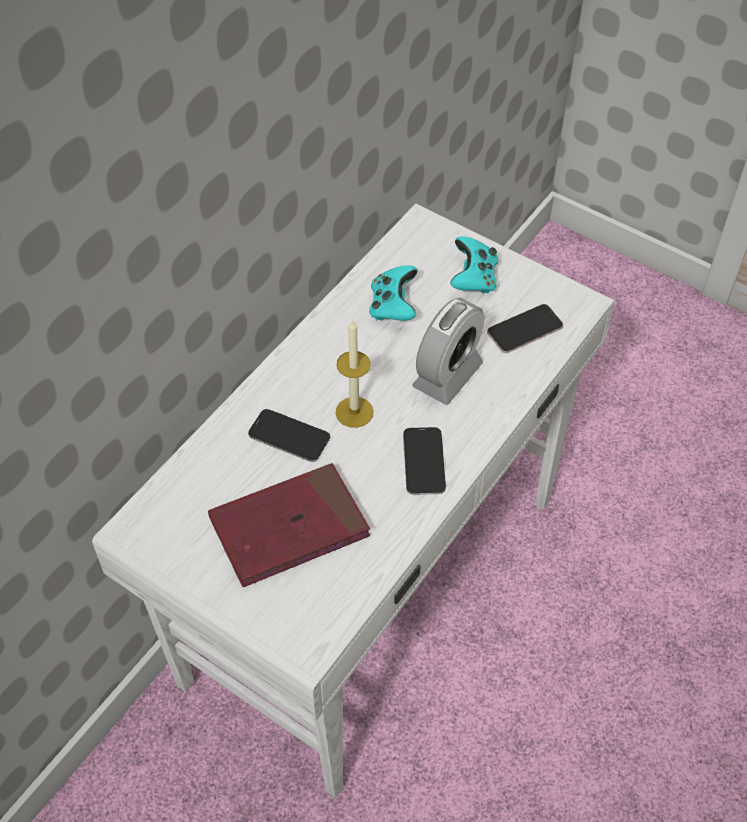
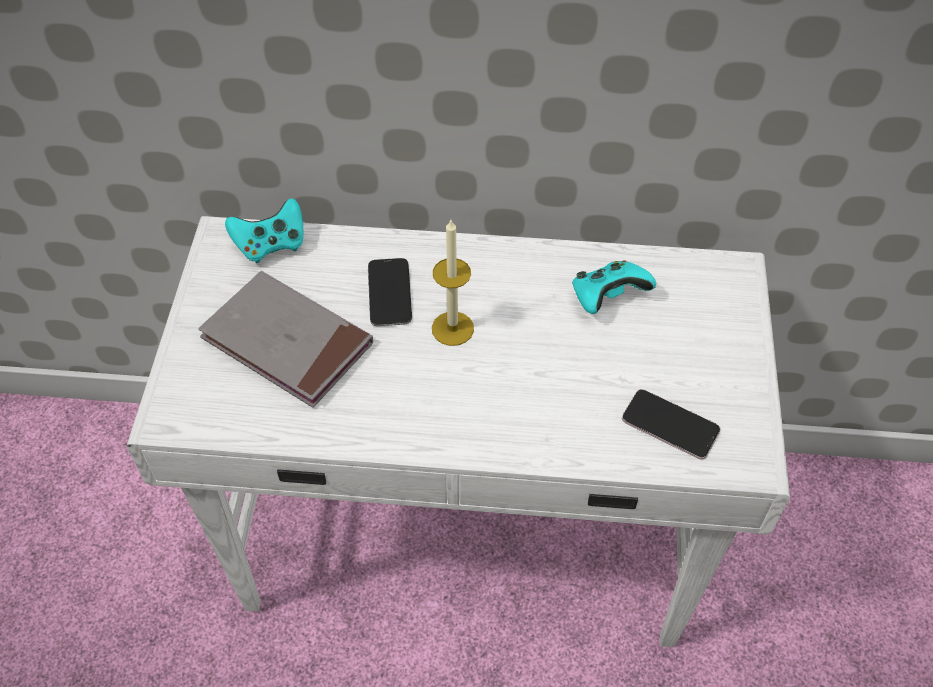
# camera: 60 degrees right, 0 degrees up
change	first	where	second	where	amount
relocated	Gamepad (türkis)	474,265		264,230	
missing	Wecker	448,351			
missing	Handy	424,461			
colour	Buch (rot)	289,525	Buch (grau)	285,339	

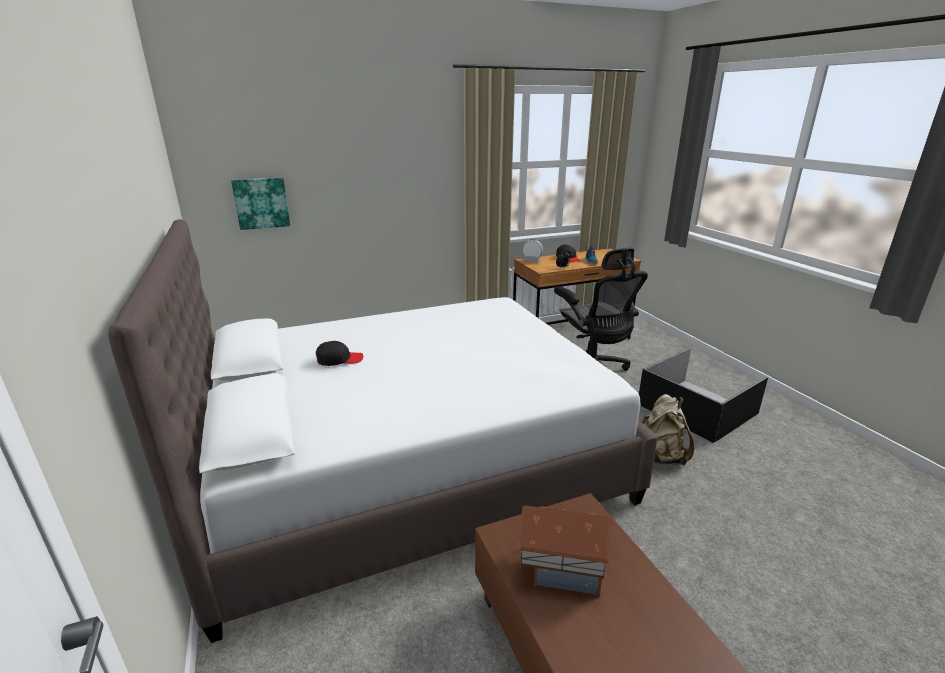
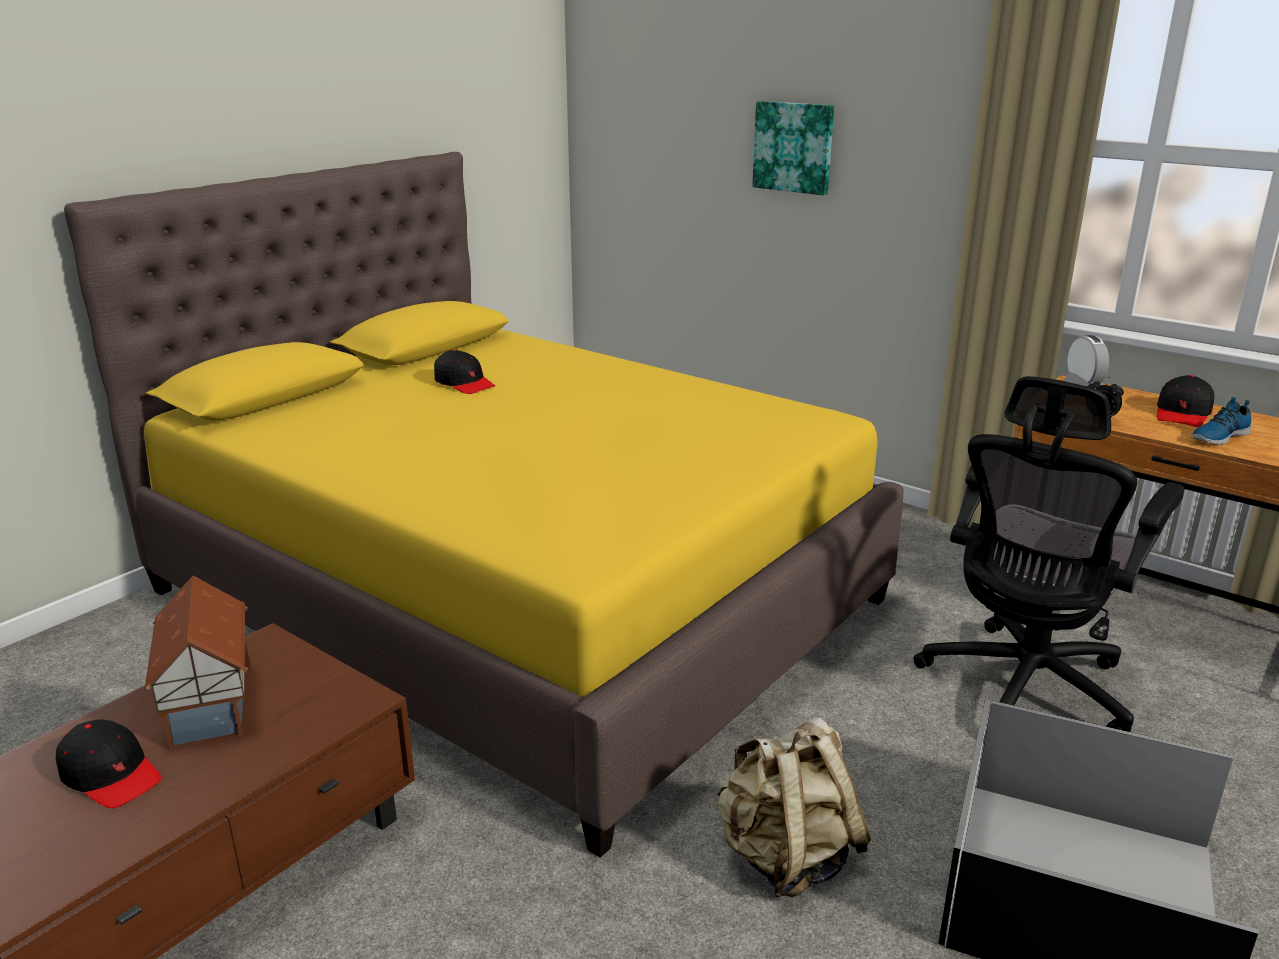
# camera: 60 degrees right, 0 degrees up
change	first	where	second	where	amount
relocated	Bild	260,204		793,148	
colour	Bett (weiß)	383,431	Bett (gelb)	484,505	
appeared			Kappe (schwarz)	109,763	

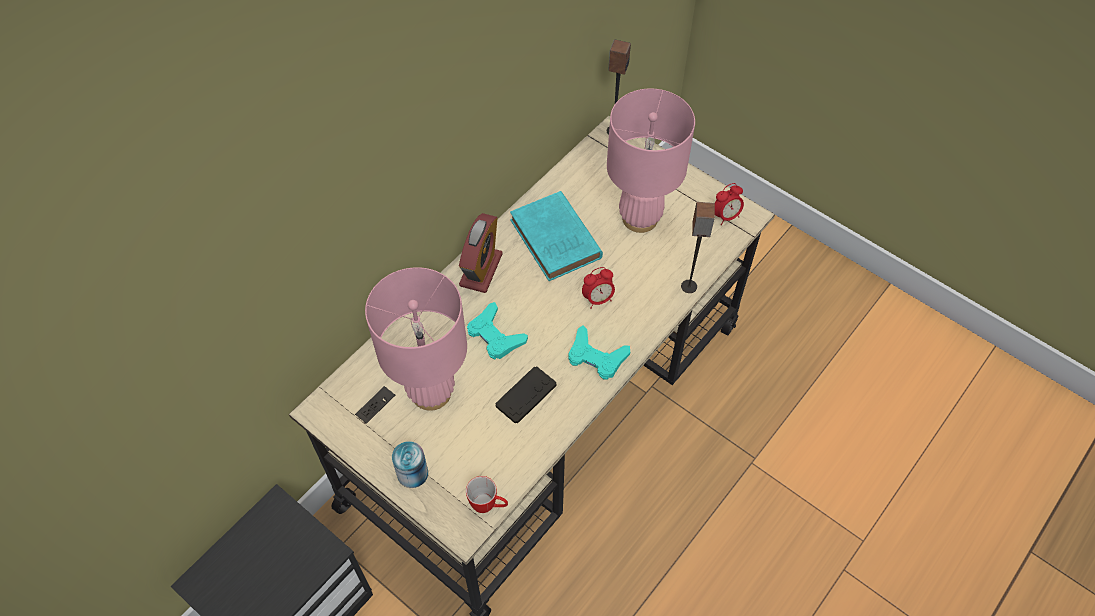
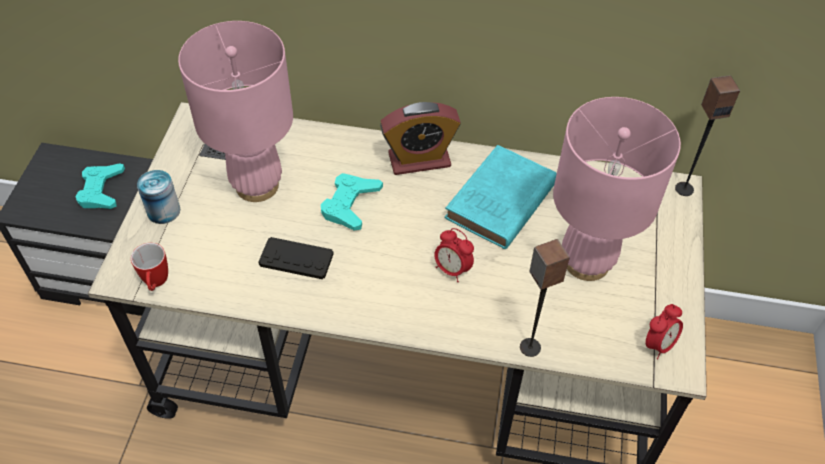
# camera: 60 degrees right, 5 degrees down
change	first	where	second	where	amount
spun	Wecker	729,204		664,331	75 degrees counterclockwise
relocated	Gamepad (türkis)	599,352		100,186	

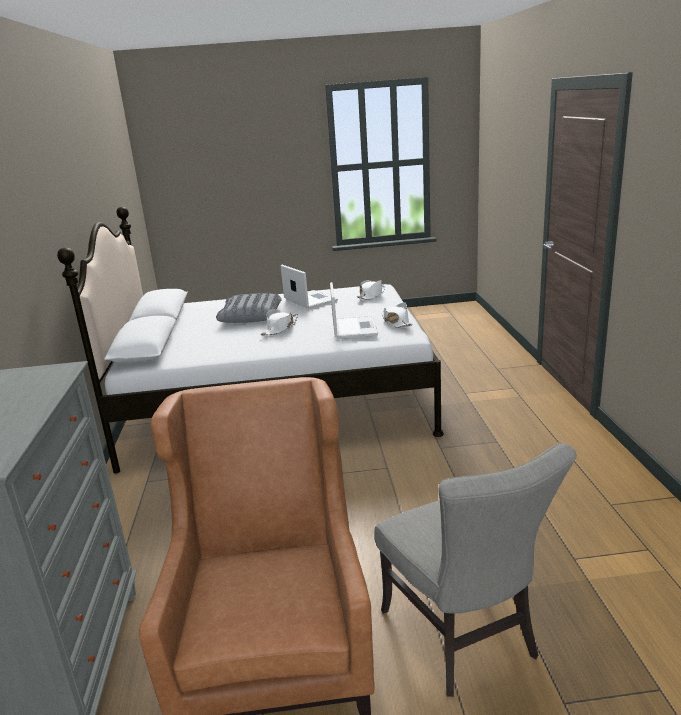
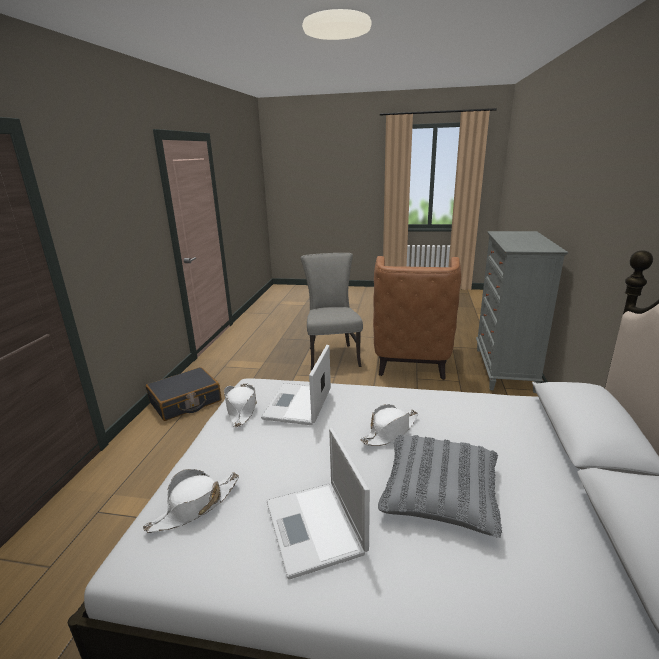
# camera: 165 degrees left, 0 degrees up
change	first	where	second	where	amount
appeared			Koffer (schwarz)	183,394	

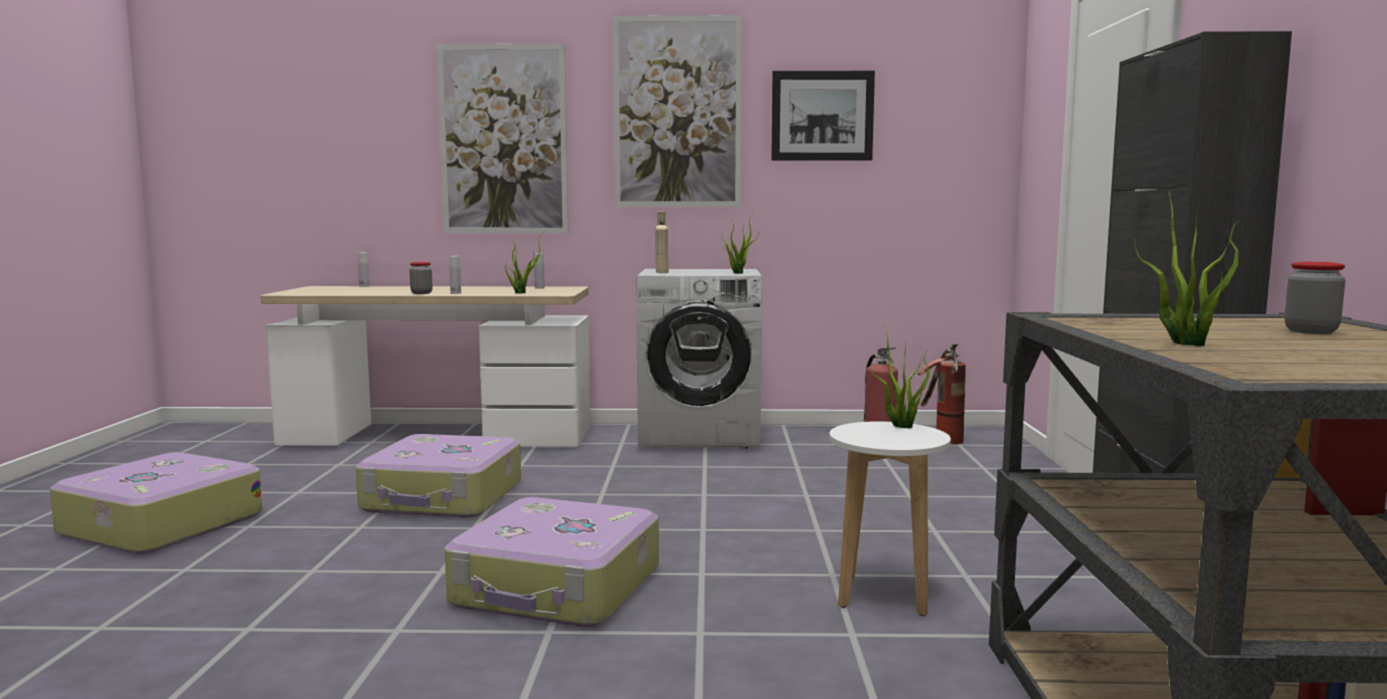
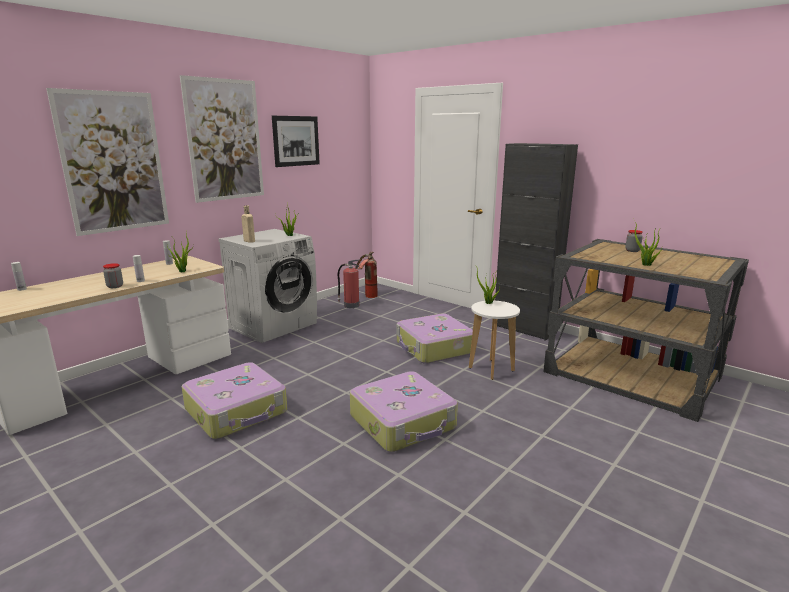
# camera: 50 degrees left, 10 degrees up
change	first	where	second	where	amount
relocated	Koffer	156,503		434,338	

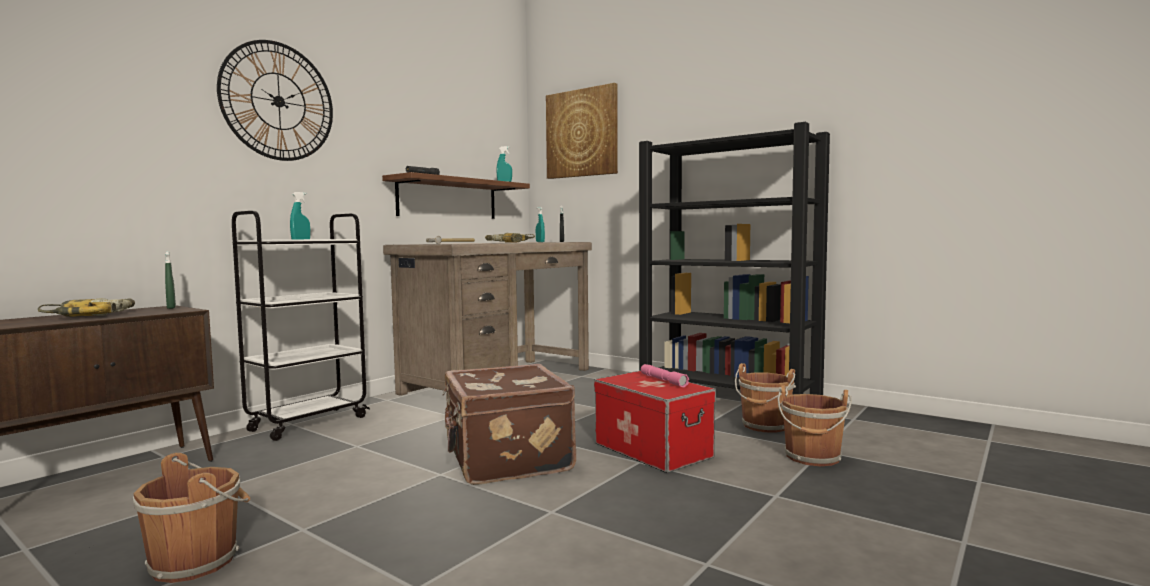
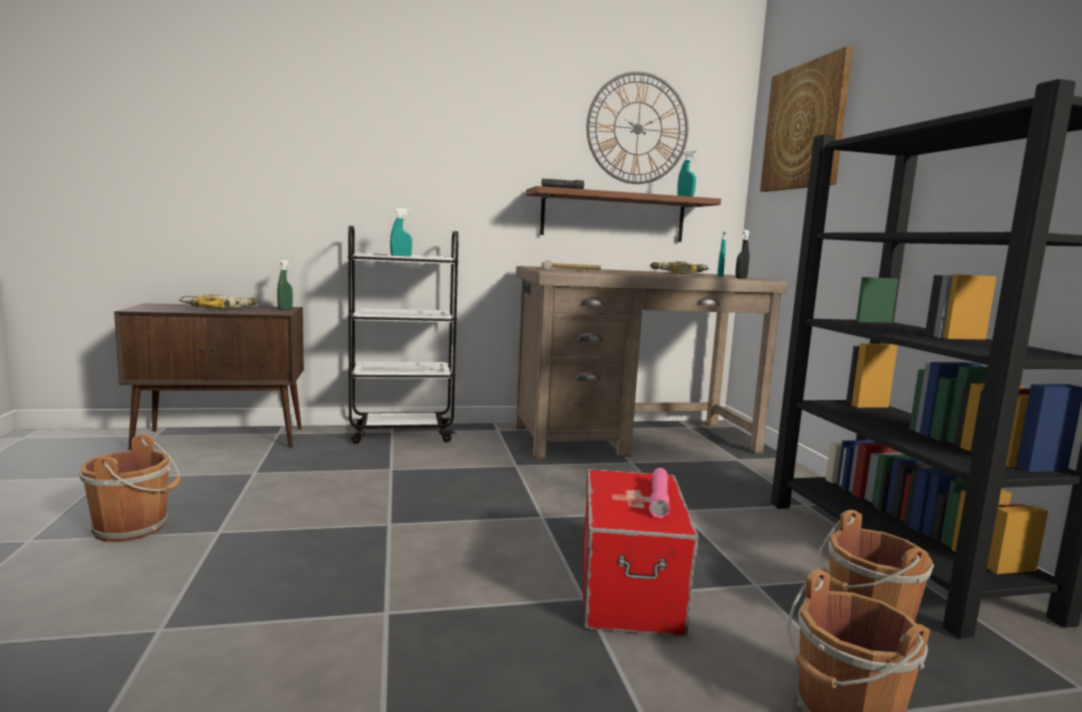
# camera: 40 degrees right, 5 degrees up
change	first	where	second	where	amount
relocated	Wanduhr	275,100		637,127	
missing	Koffer (braun)	509,424			

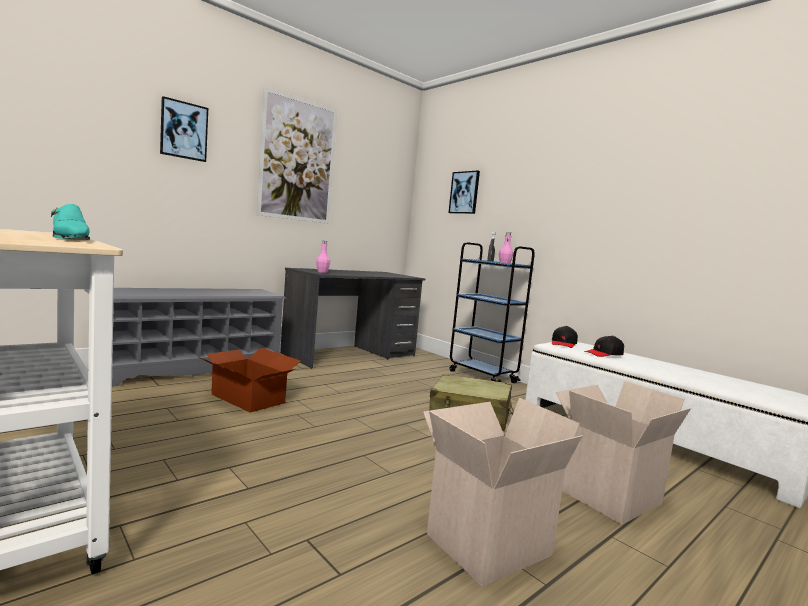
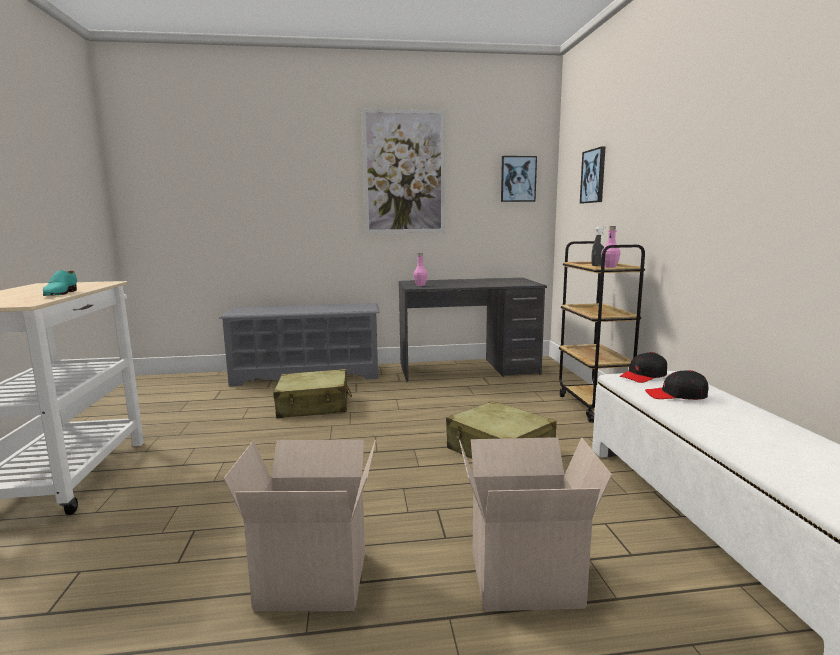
# camera: 35 degrees right, 5 degrees up
change	first	where	second	where	amount
relocated	Bild	184,129		519,179	
colour	Rollwagen (blau)	492,312	Rollwagen (braun)	602,331	
exchanged	Karton	249,380	Koffer (beige)	312,393	

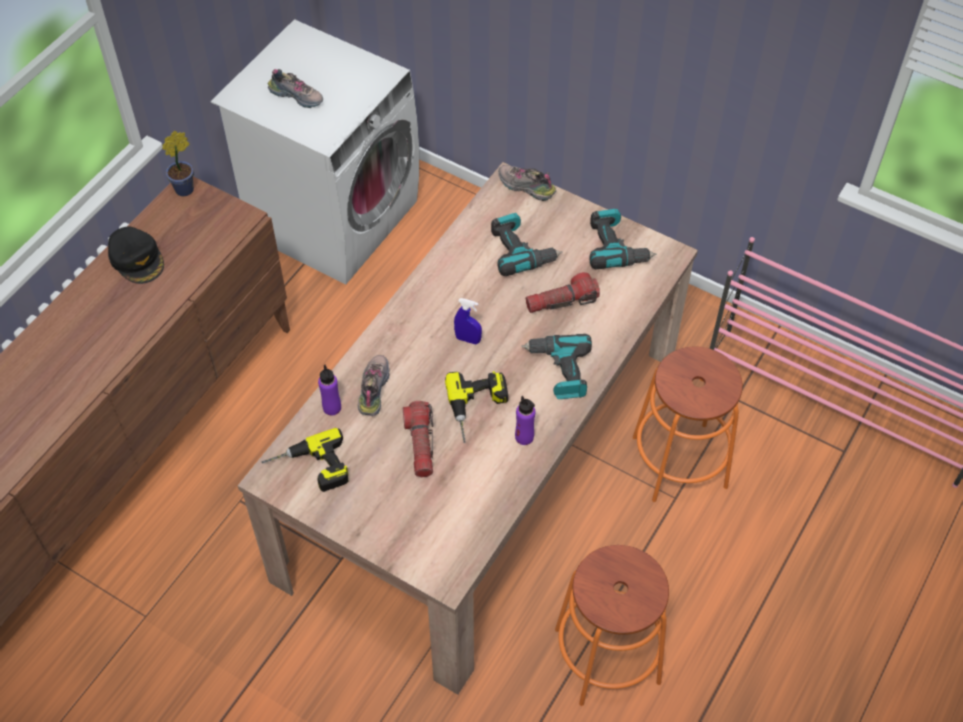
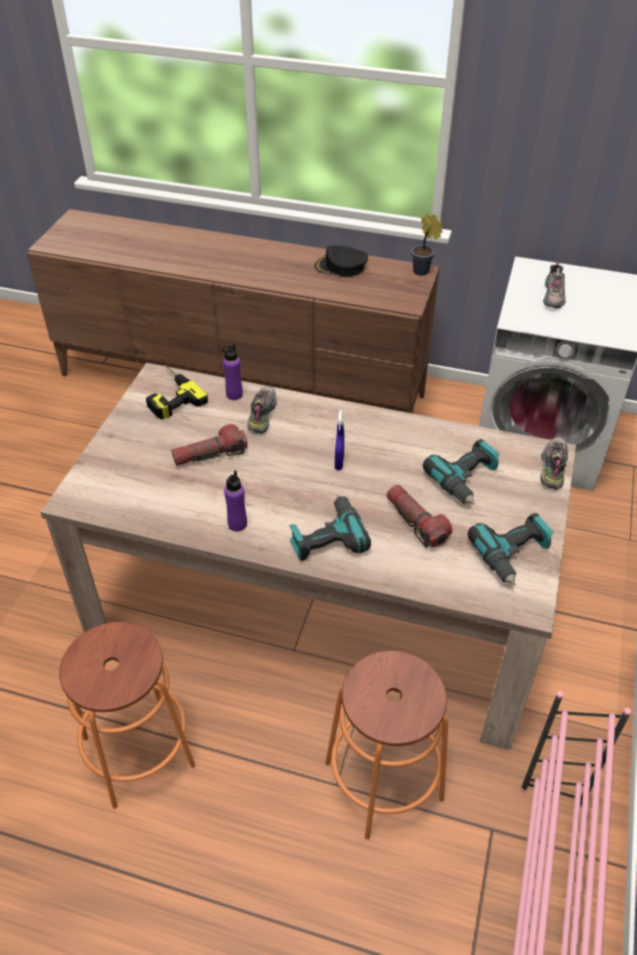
# camera: 75 degrees right, 10 degrees down
change	first	where	second	where	amount
spun	Kappe (schwarz)	136,255		341,261	60 degrees clockwise
spun	Schuh	374,385		262,410	75 degrees counterclockwise
missing	Bohrmaschine	476,407			

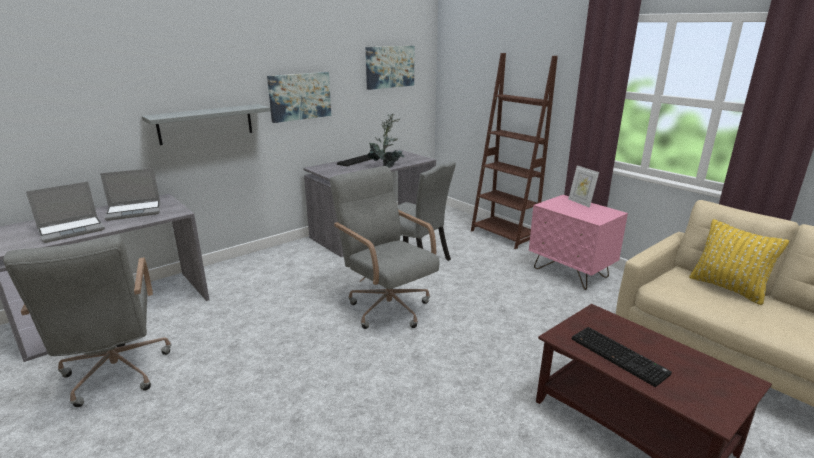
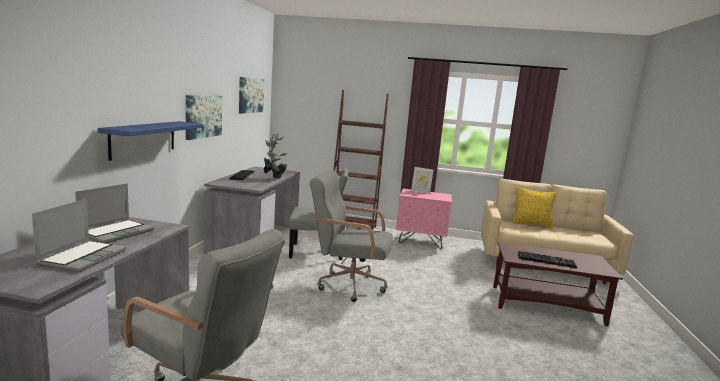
# camera: 40 degrees left, 10 degrees down
change	first	where	second	where	amount
colour	Wandregal (grau)	206,124	Wandregal (blau)	150,141	

